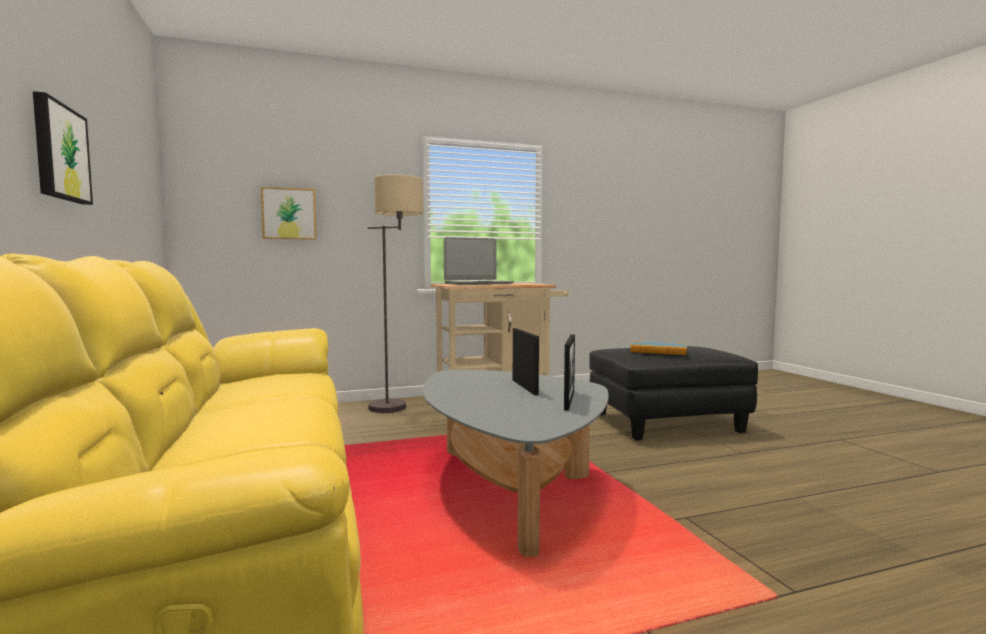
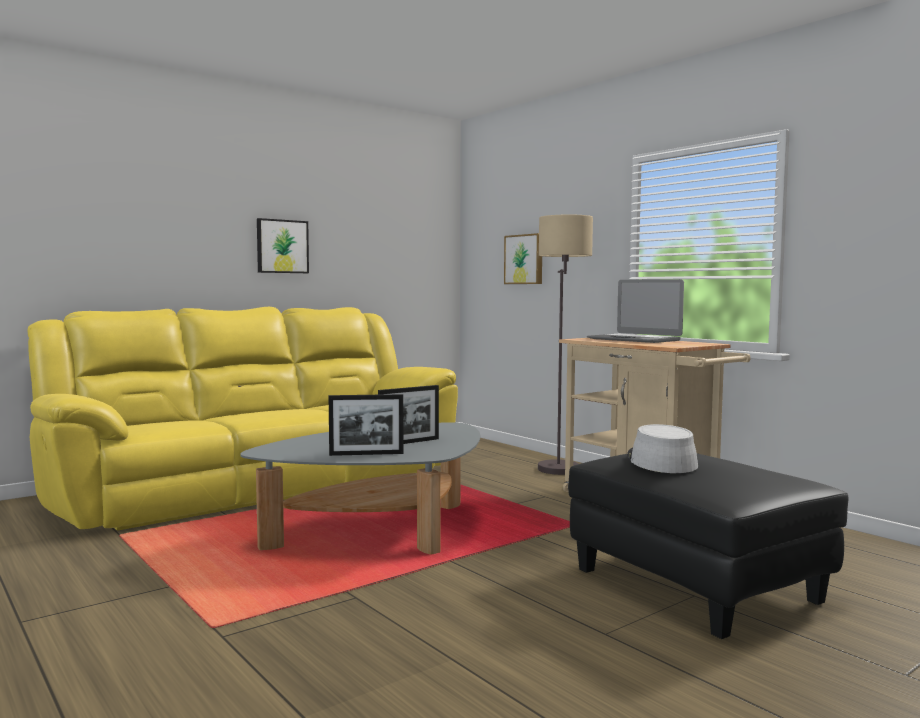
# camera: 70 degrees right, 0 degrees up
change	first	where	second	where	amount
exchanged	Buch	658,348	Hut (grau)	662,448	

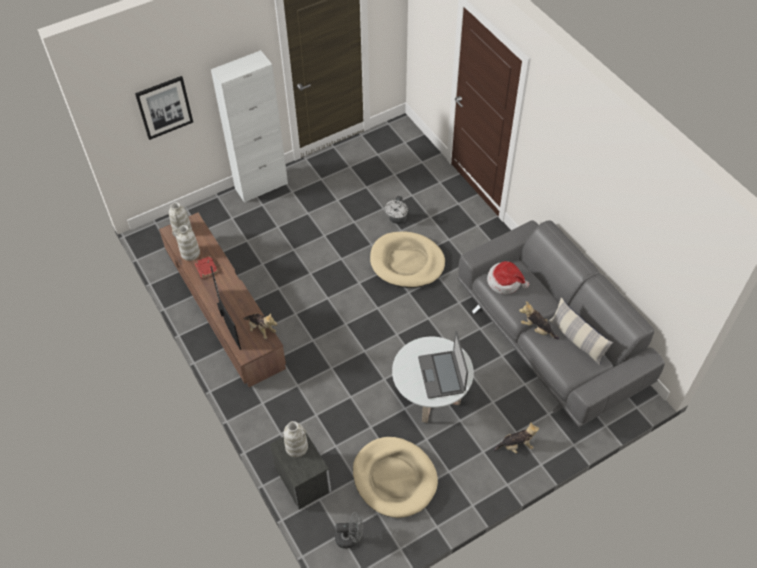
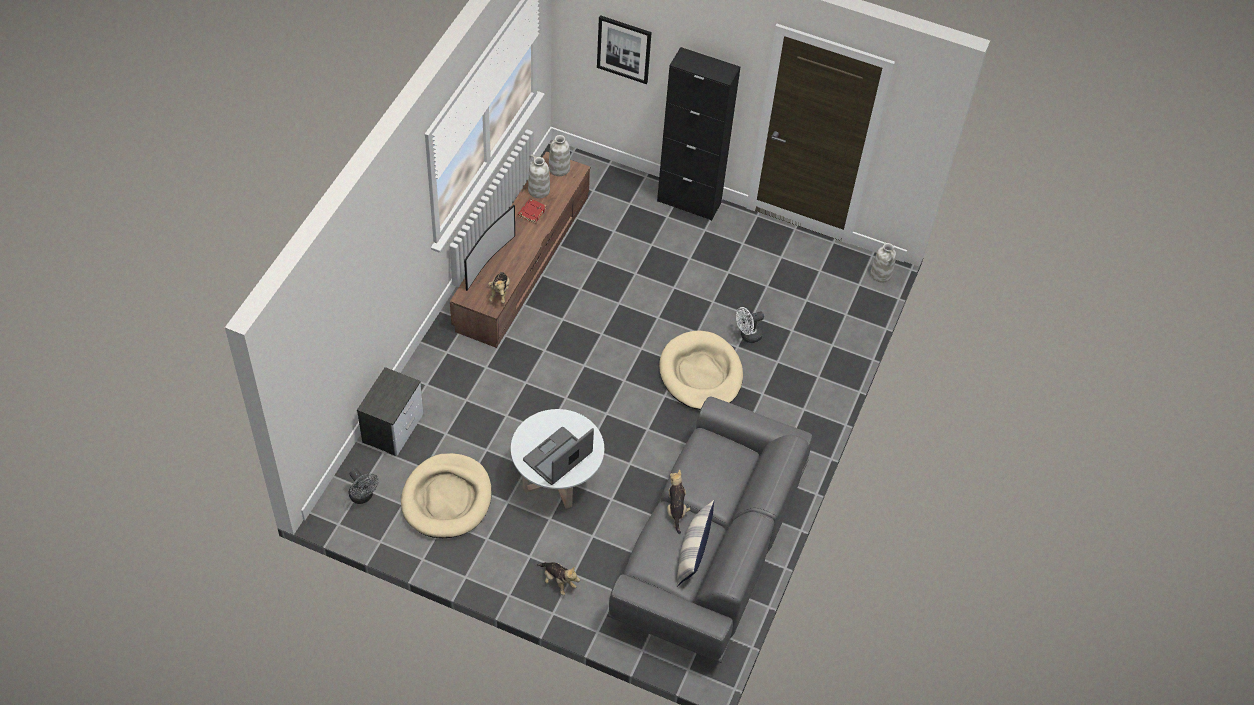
# camera: 50 degrees right, 0 degrees up
change	first	where	second	where	amount
colour	Schrank (weiß)	249,126	Schrank (schwarz)	698,134	
missing	Hut	508,277			
relocated	Vase (weiß)	296,439		883,263	

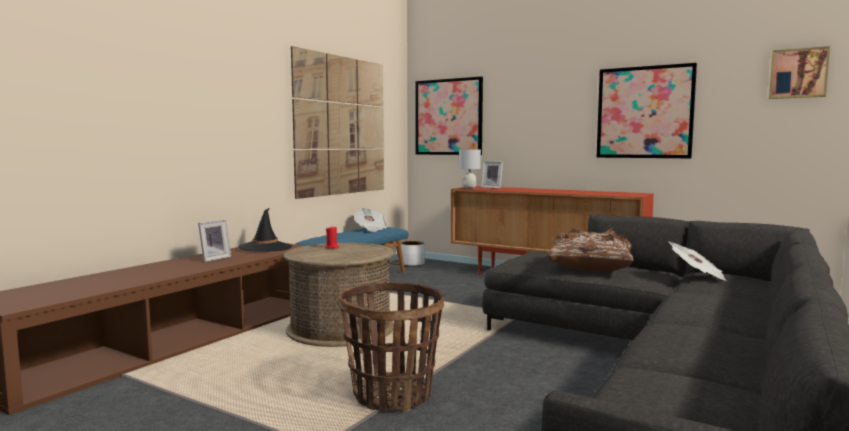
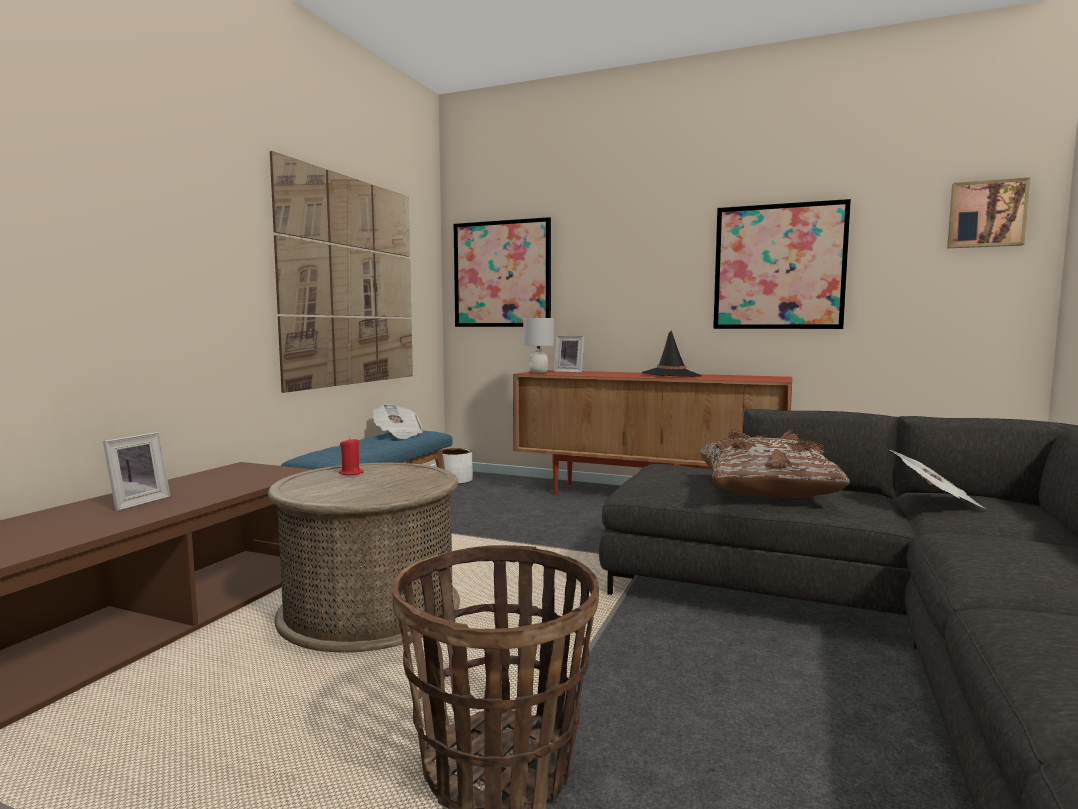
# camera: 10 degrees left, 0 degrees up
change	first	where	second	where	amount
relocated	Hut (schwarz)	265,230		671,353	

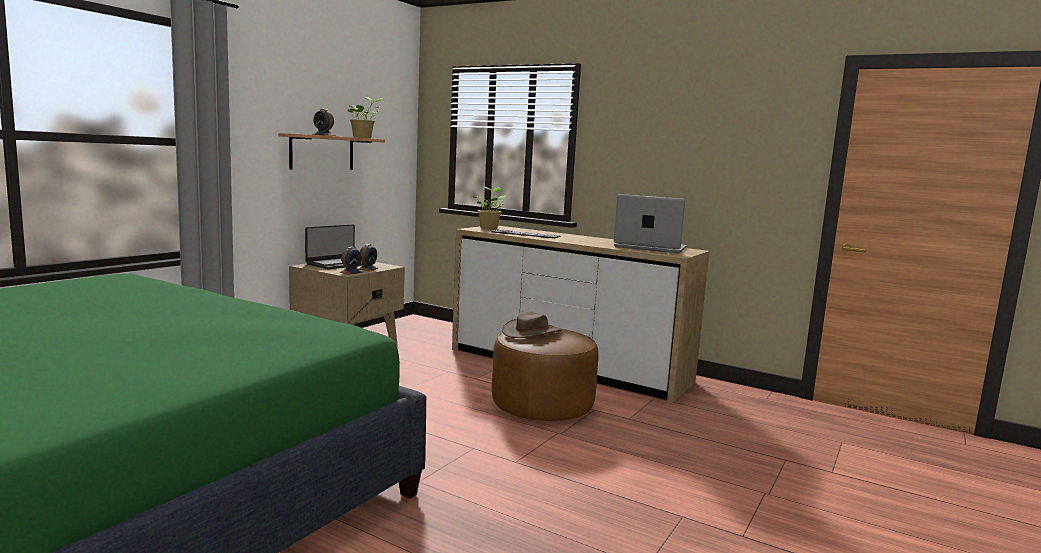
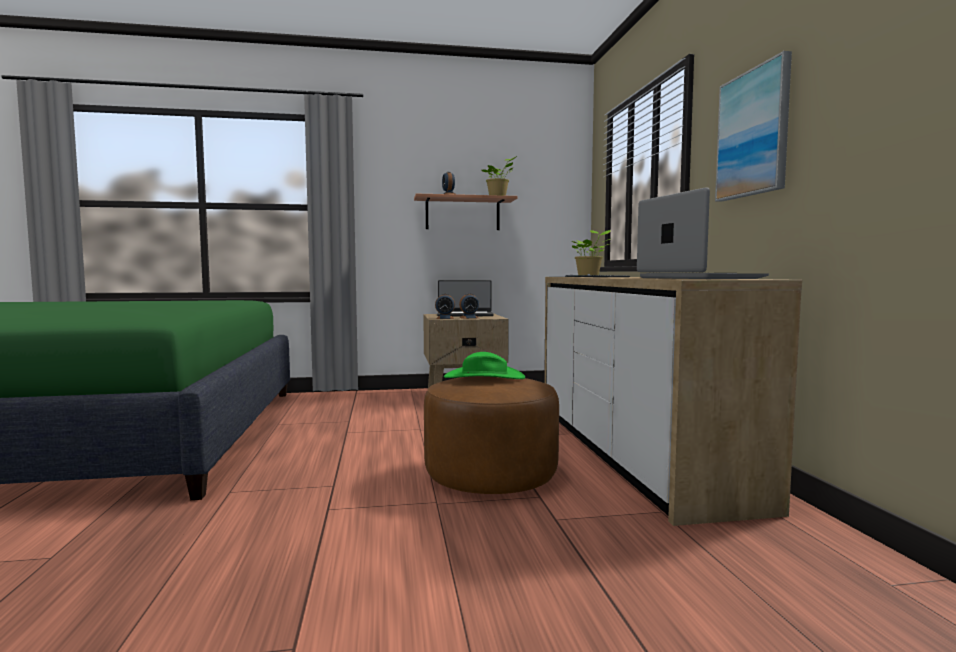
# camera: 50 degrees right, 5 degrees down
change	first	where	second	where	amount
colour	Hut (braun)	532,324	Hut (grün)	484,365	
appeared			Bild	753,126	

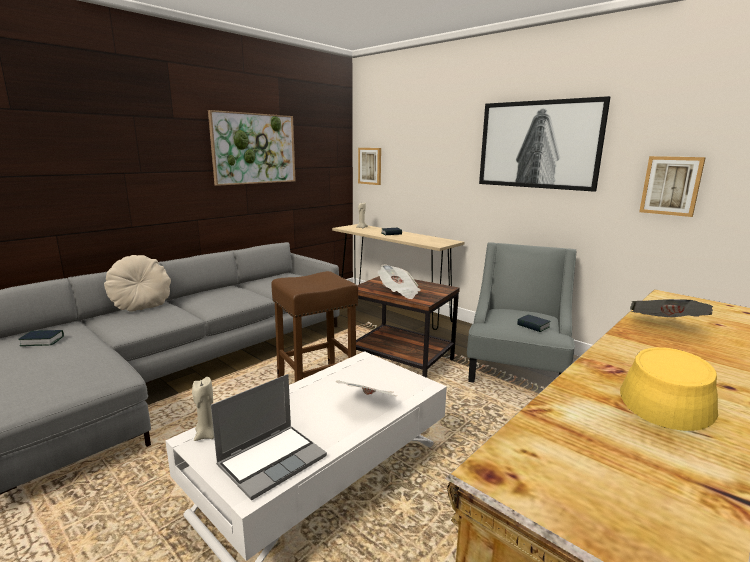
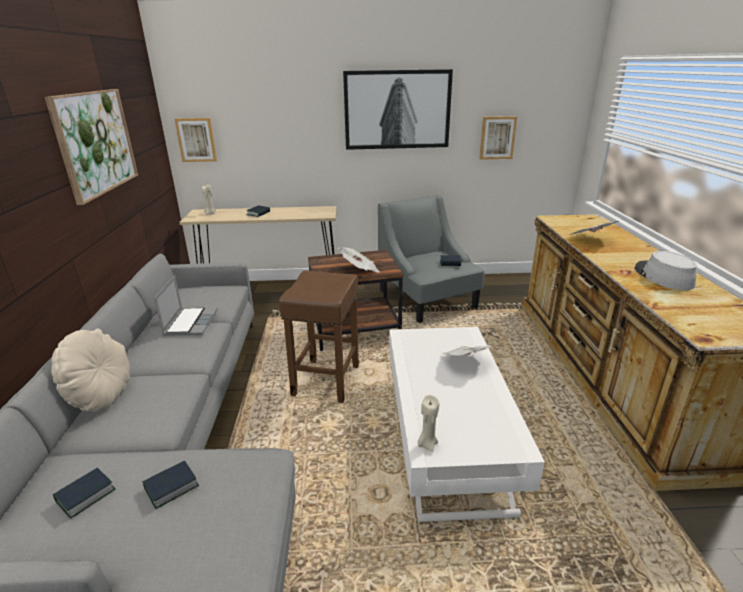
# camera: 45 degrees left, 10 degrees up
change	first	where	second	where	amount
colour	Hut (gelb)	669,389	Hut (grau)	666,270	
relocated	Laptop	269,437		186,305	
appeared			Buch	171,484	

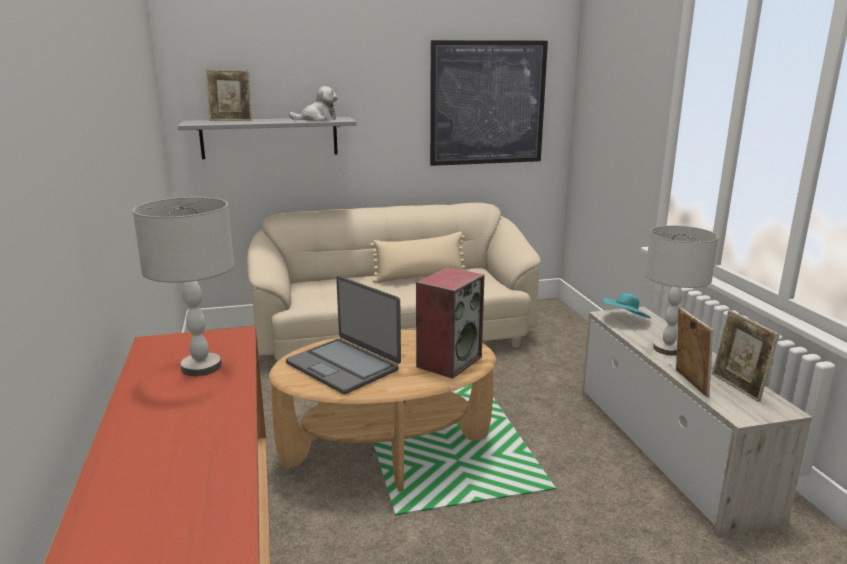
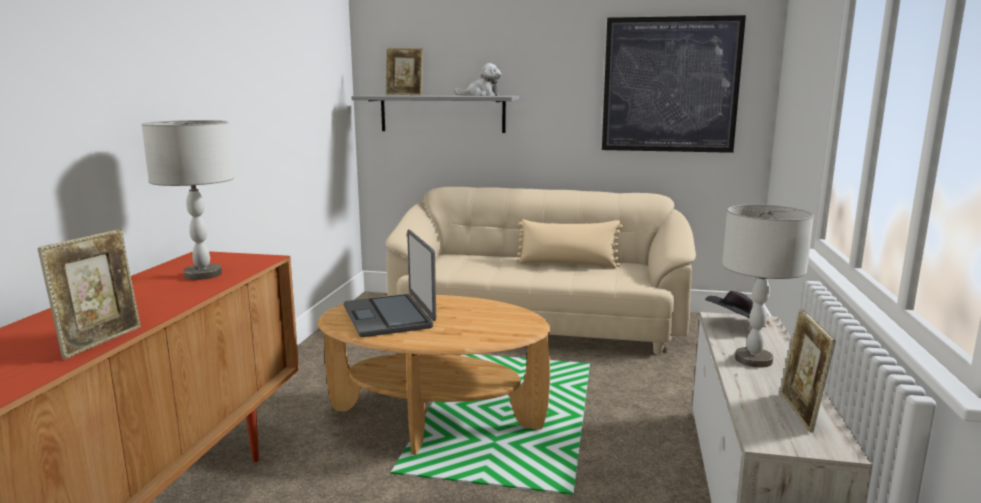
# camera: 25 degrees right, 5 degrees down
change	first	where	second	where	amount
missing	Lautsprecher	450,323			
colour	Hut (türkis)	626,305	Hut (schwarz)	735,309	
relocated	Bilderrahmen	694,352		89,294	

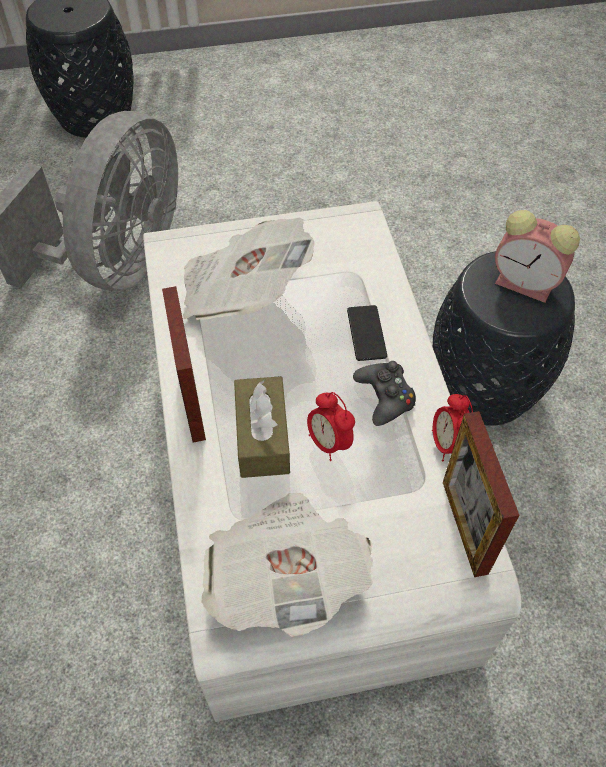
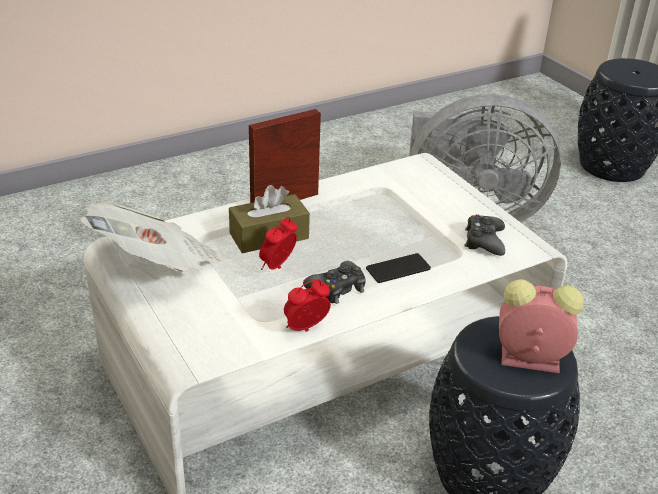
# camera: 70 degrees right, 20 degrees down
change	first	where	second	where	amount
spun	Wecker	537,256		541,326	90 degrees clockwise
missing	Zeitung	248,269			
missing	Bilderrahmen	481,494			
appeared			Gamepad (schwarz)	484,235	

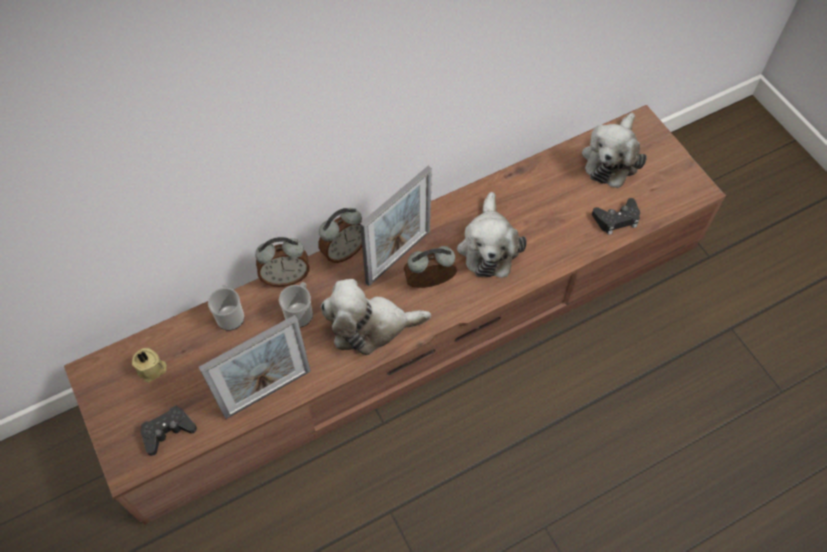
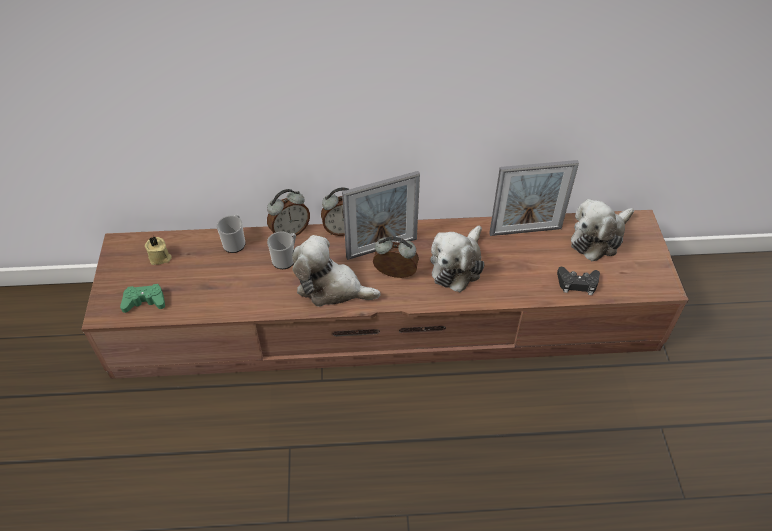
# camera: 25 degrees right, 10 degrees down
change	first	where	second	where	amount
spun	Wecker	282,262		288,213	45 degrees counterclockwise
relocated	Bilderrahmen	255,367		534,198	
colour	Gamepad (schwarz)	168,430	Gamepad (grün)	142,298	

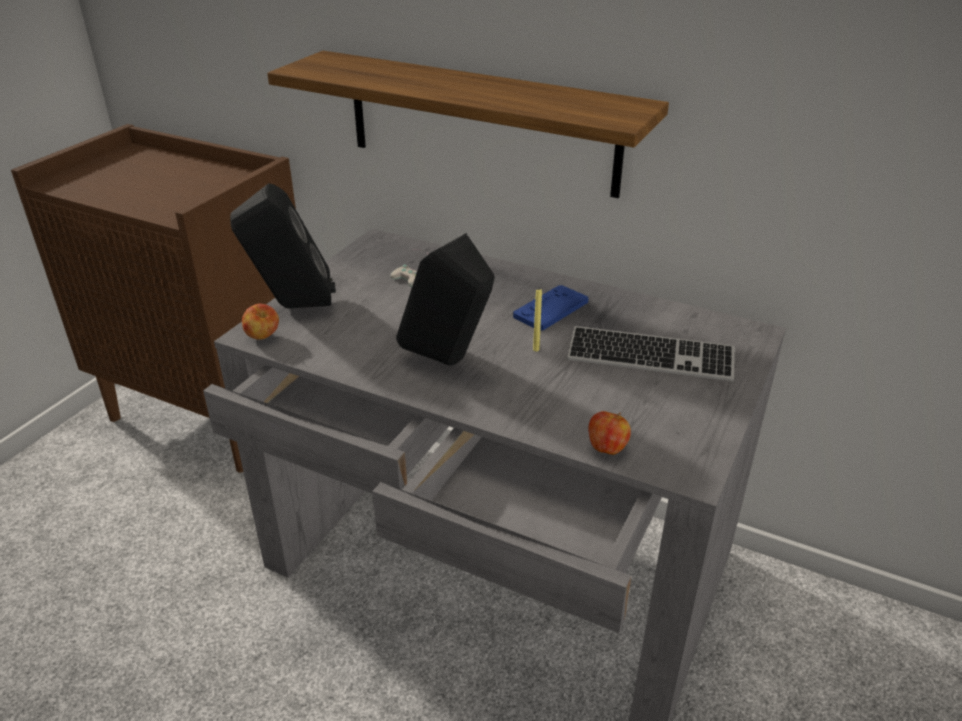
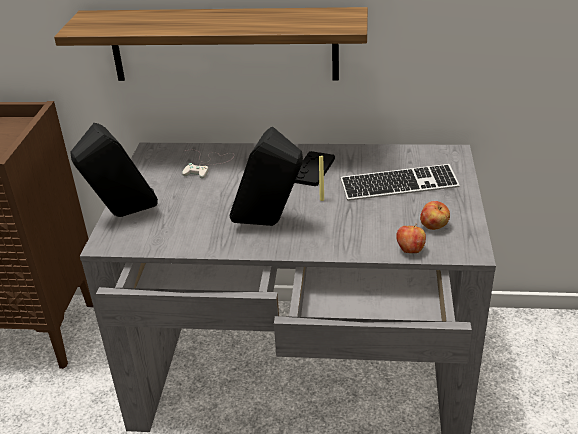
# camera: 20 degrees left, 0 degrees up
change	first	where	second	where	amount
colour	Gamepad (blau)	550,308	Gamepad (schwarz)	315,168	
relocated	Apfel	260,322		435,215	

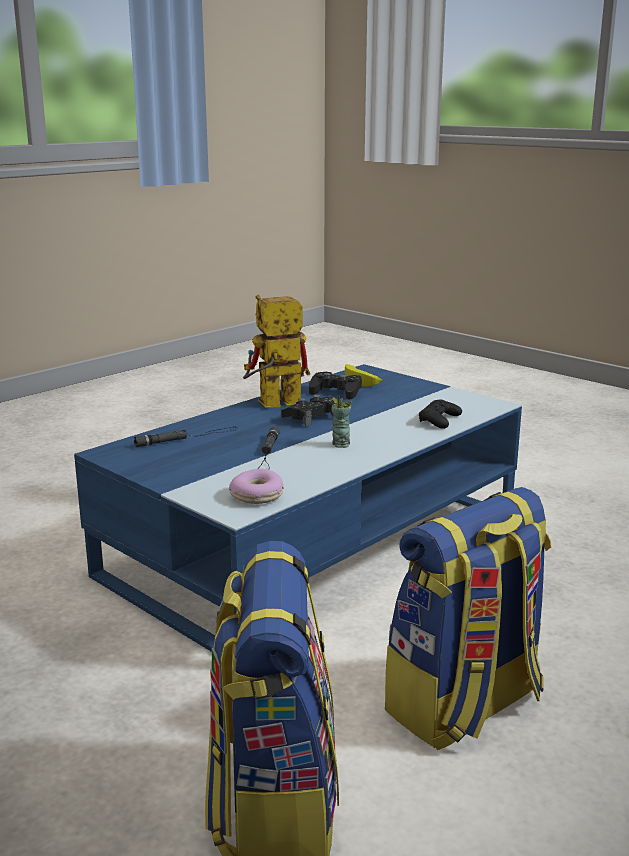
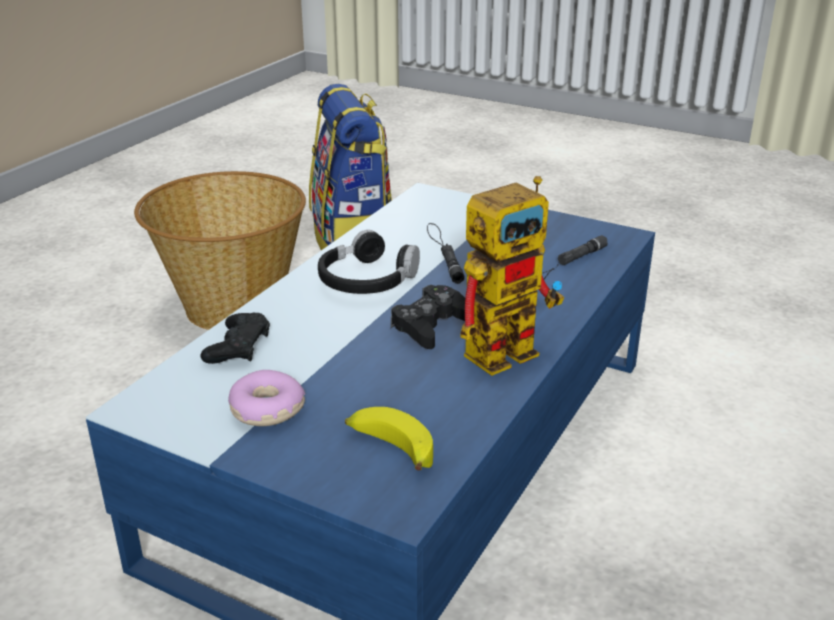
# camera: 165 degrees right, 10 degrees up
change	first	where	second	where	amount
missing	Gamepad (schwarz)	335,386			
exchanged	Tasse	341,421	Kopfhörer (schwarz)	369,262	
relocated	Donut	256,486		266,398	
exchanged	Rucksack	468,618	Korb	220,250	

